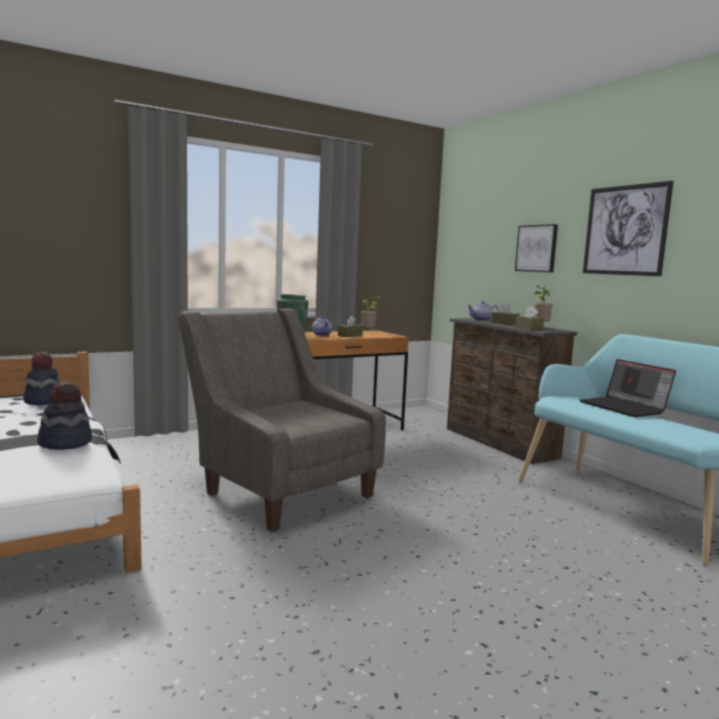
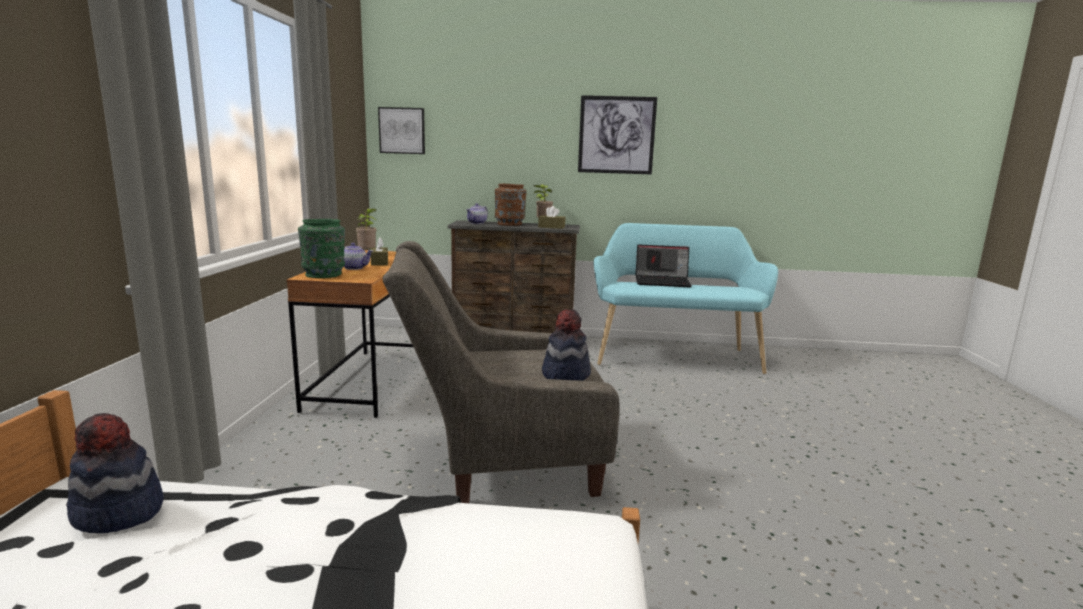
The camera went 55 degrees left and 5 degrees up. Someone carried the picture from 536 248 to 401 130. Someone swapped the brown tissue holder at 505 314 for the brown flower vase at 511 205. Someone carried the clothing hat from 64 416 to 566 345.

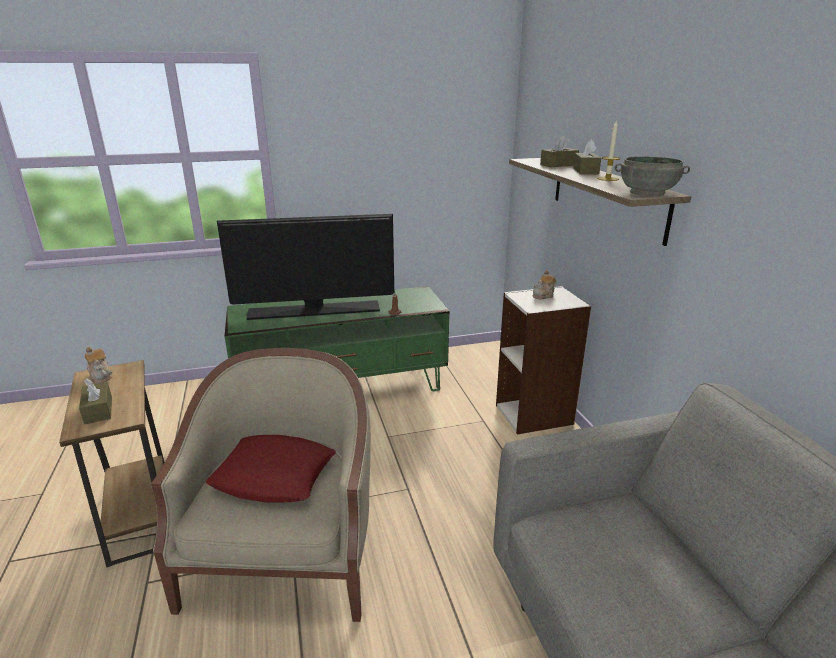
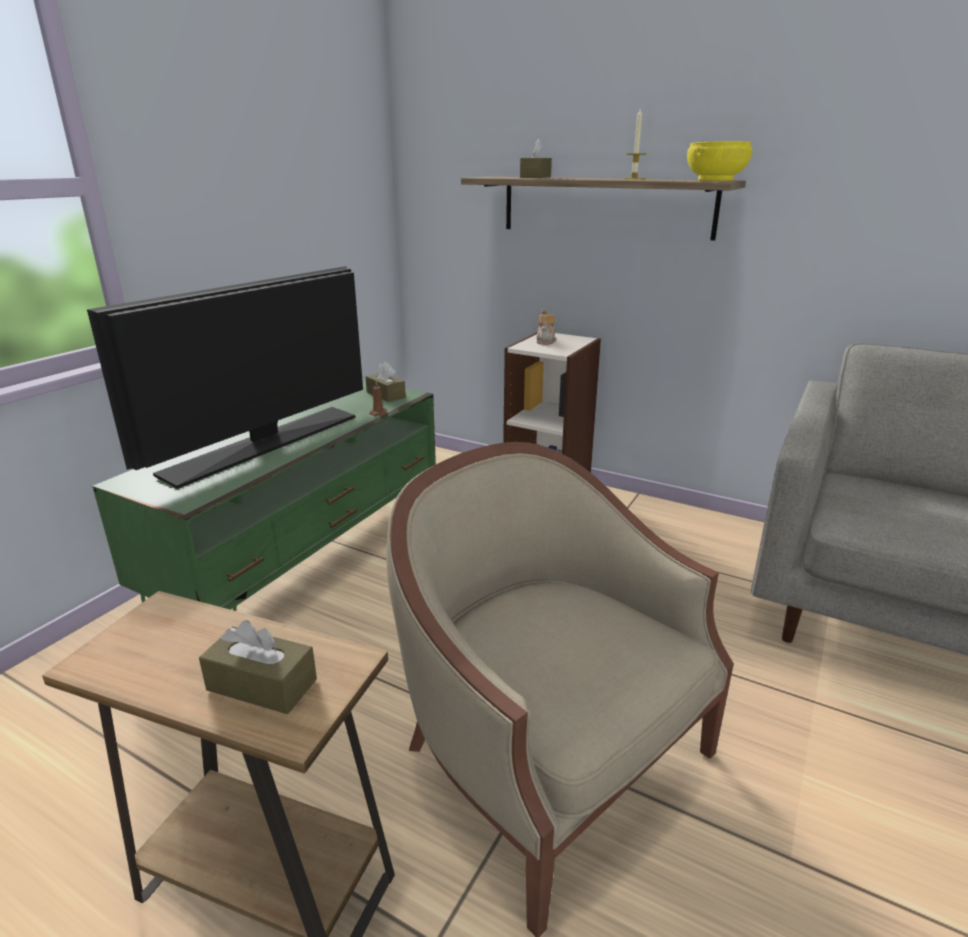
The camera went 45 degrees left and 0 degrees up. Someone carried the brown tissue holder from 587 157 to 386 382. Someone repainted the greyish bowl at 652 176, which became the yellowish bowl at 720 161. Someone took away the teapot at 99 365. Someone took away the red-coloured cushion at 271 469.

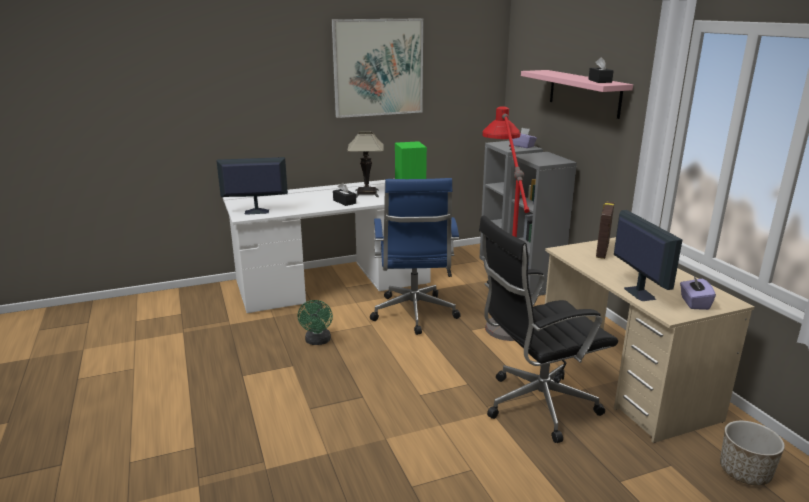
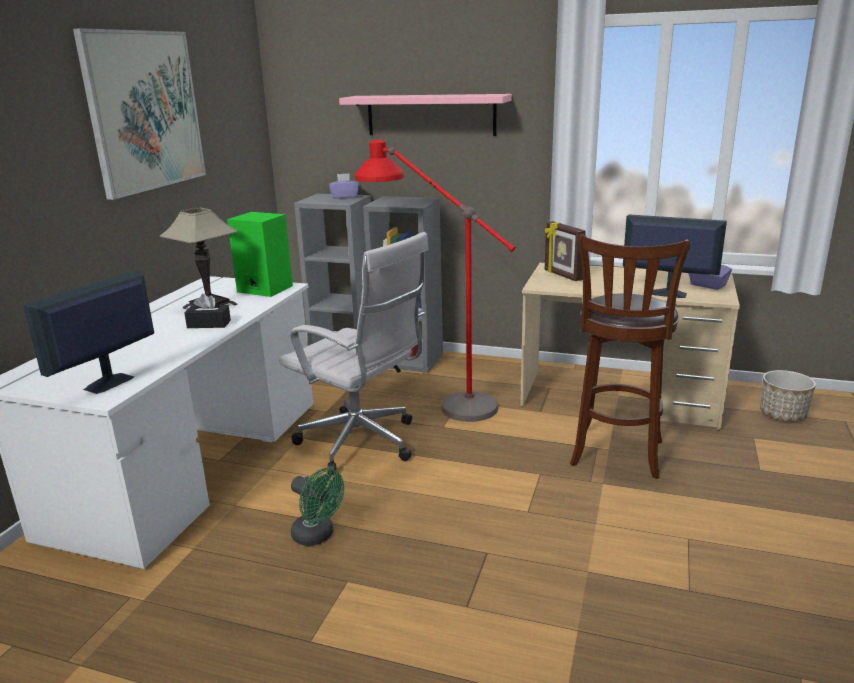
The camera went 50 degrees left and 0 degrees up. Someone took away the blackish tissue holder at 601 70. Someone repainted the bluish computer chair at 415 256, which became the white-coloured computer chair at 354 353. Someone swapped the blackish computer chair at 548 329 for the brown stool seat at 630 356.

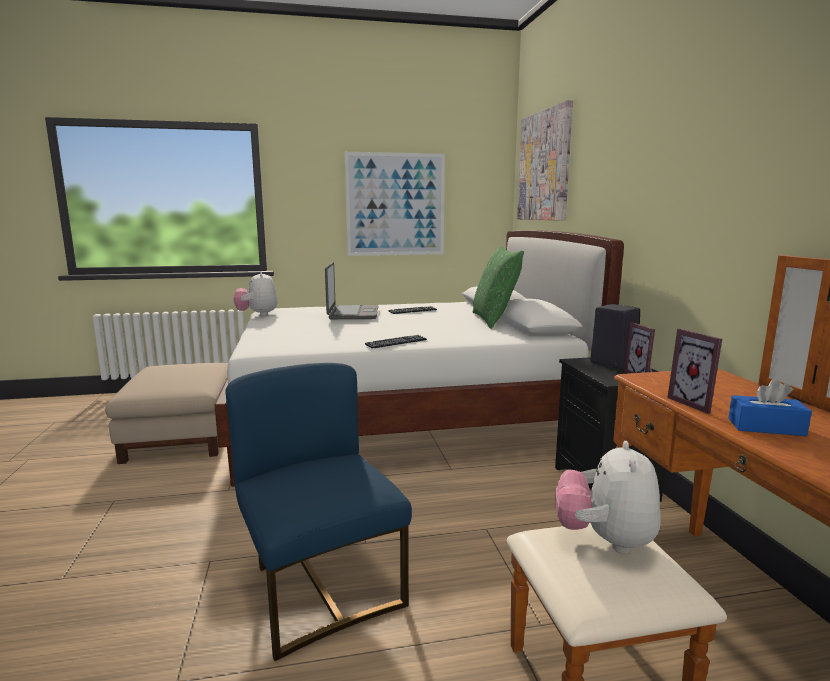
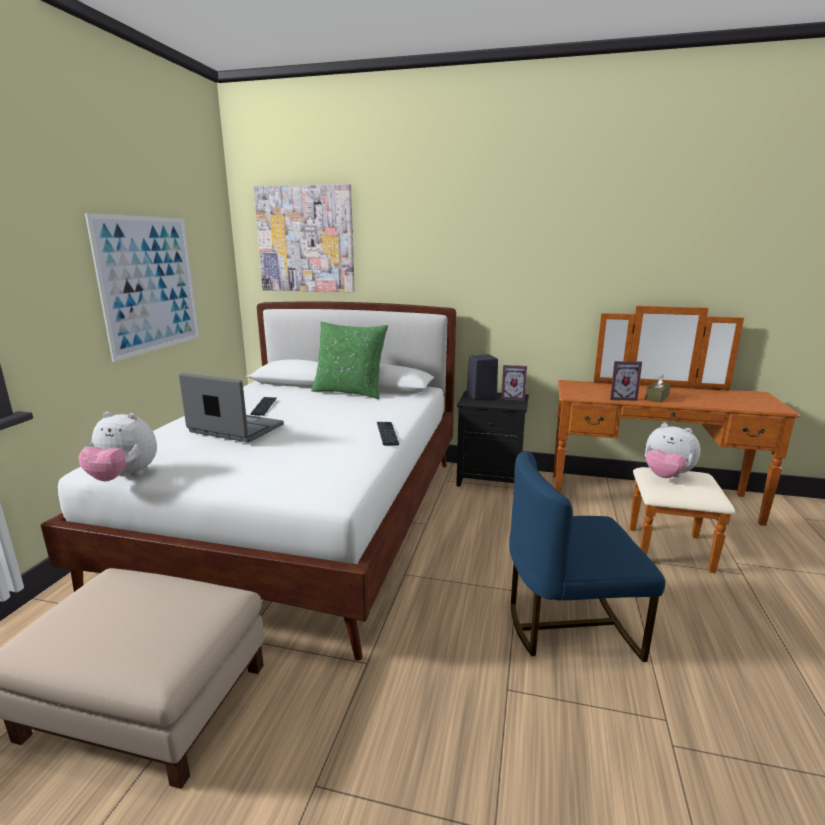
The camera went 65 degrees left and 5 degrees up. Someone repainted the bluish tissue holder at 770 407, which became the brown tissue holder at 658 389.

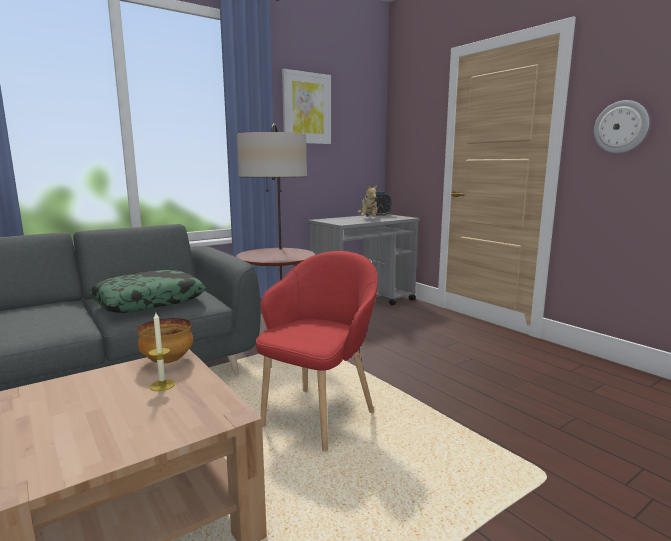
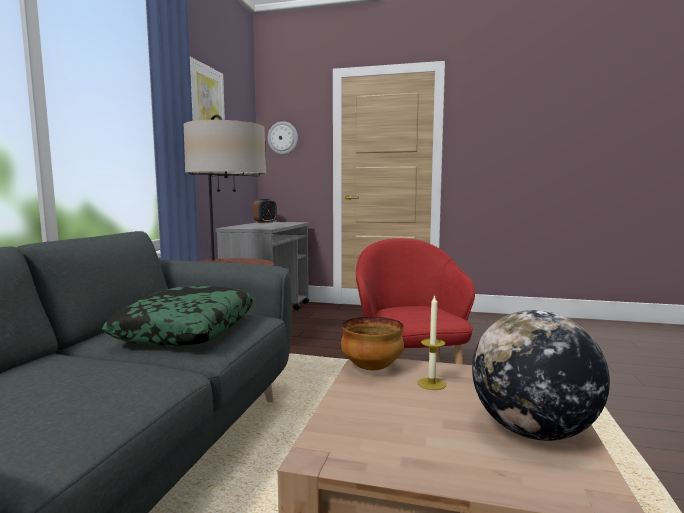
The camera went 40 degrees left and 5 degrees down. Someone carried the clock on the wall from 621 126 to 283 138. Someone took away the soft toy at 368 201. Someone put down the desk globe at 541 375.

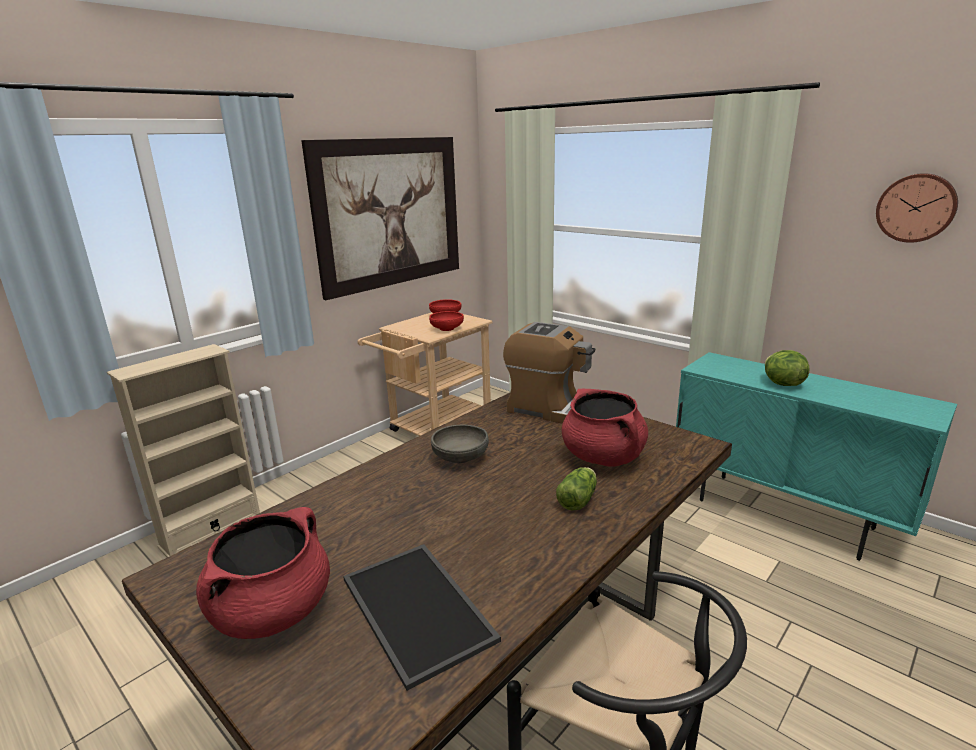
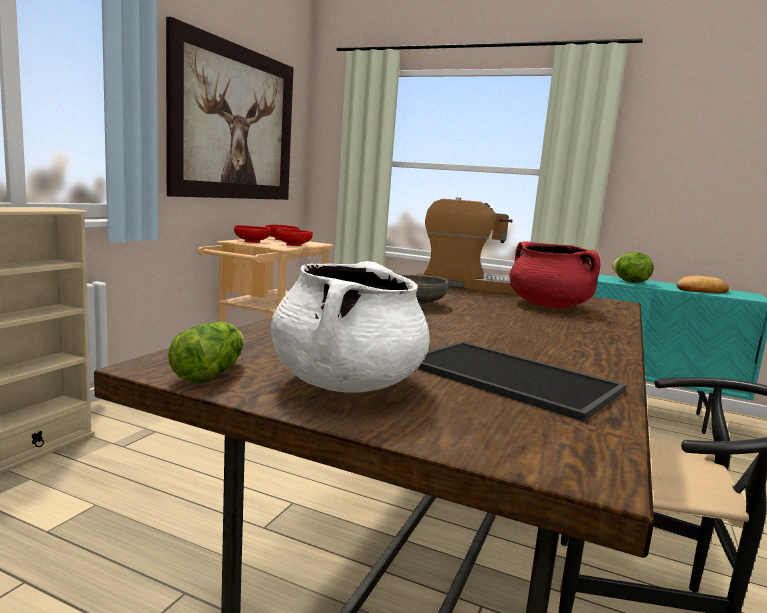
The camera went 20 degrees left and 10 degrees down. Someone took away the clock on the wall at 917 208. Someone carried the lettuce head from 576 489 to 206 352. Someone repainted the red-coloured stockpot at 263 573, which became the white-coloured stockpot at 350 326. Someone put down the red-coloured bowl at 252 234. Someone put down the bread at 702 284.

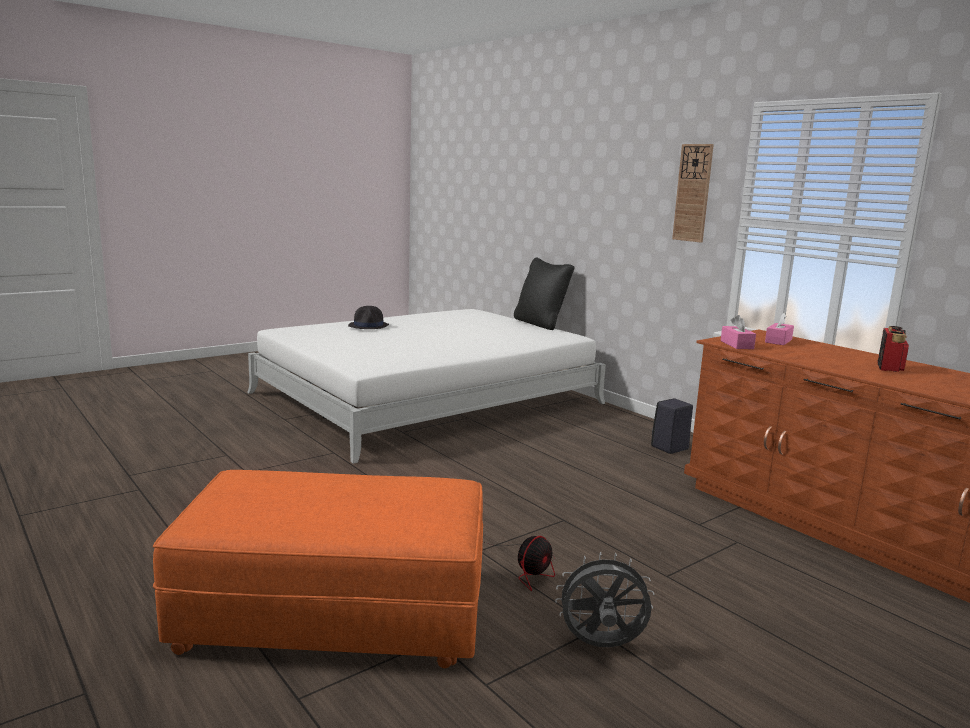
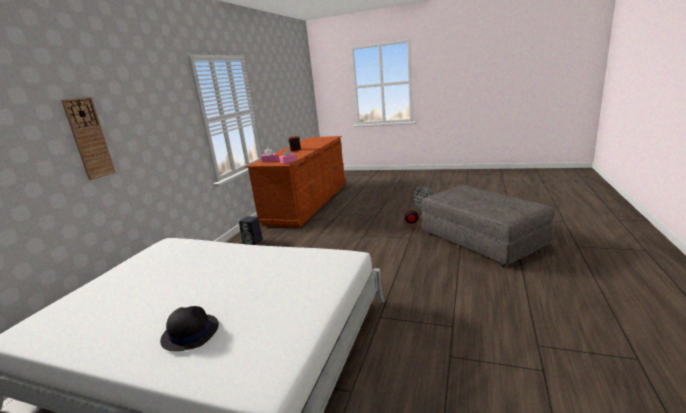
The camera went 120 degrees left and 5 degrees up. Someone carried the clock on the wall from 693 193 to 88 138. Someone took away the blackish cushion at 544 293. Someone repainted the orange-coloured pouffe at 318 569, which became the greyish pouffe at 488 226.

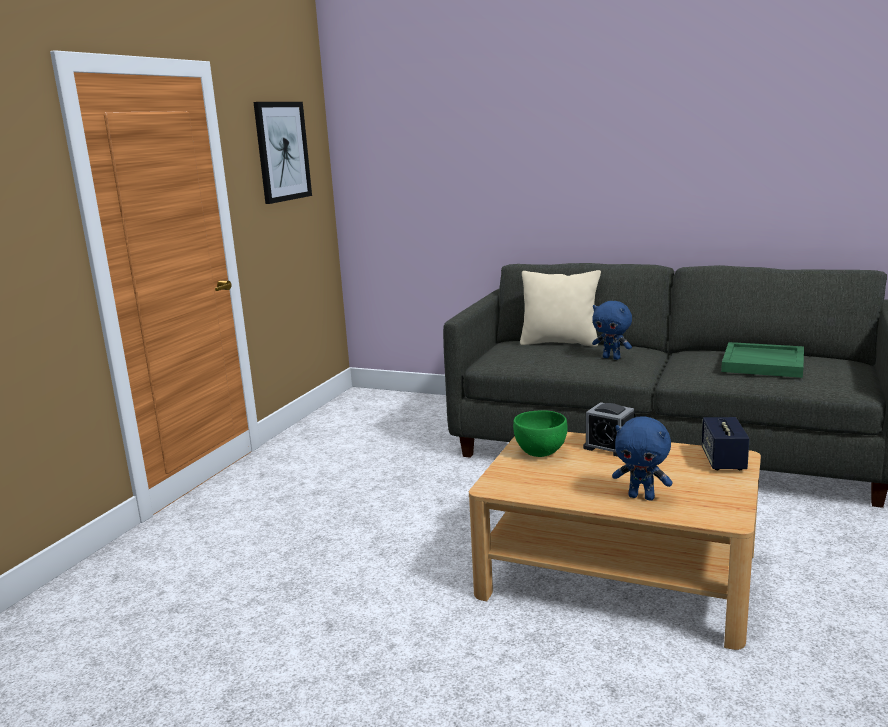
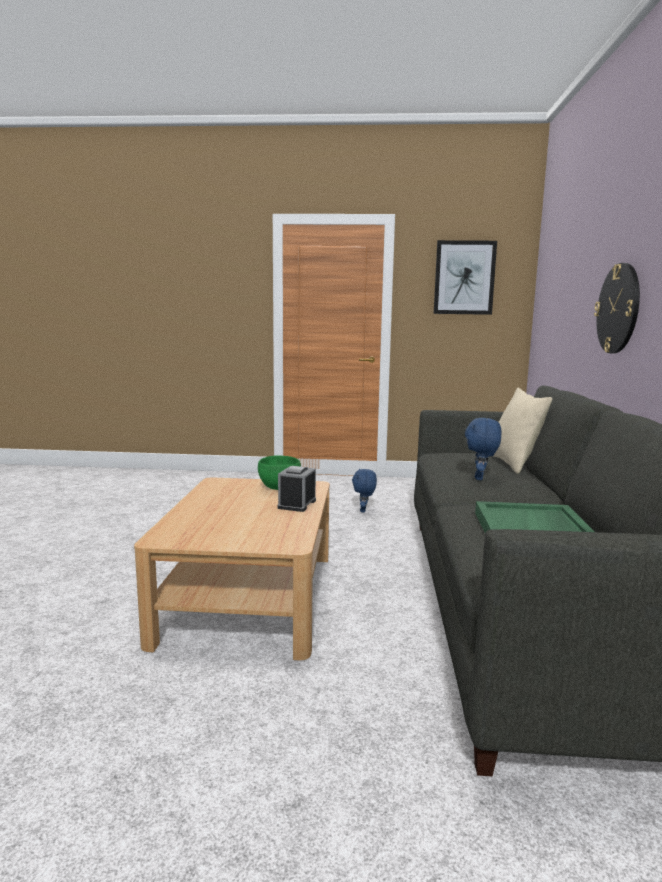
The camera went 70 degrees right and 5 degrees down. Someone carried the bluish soft toy from 642 459 to 364 490. Someone took away the audio speaker at 726 443. Someone put up the clock on the wall at 617 308.

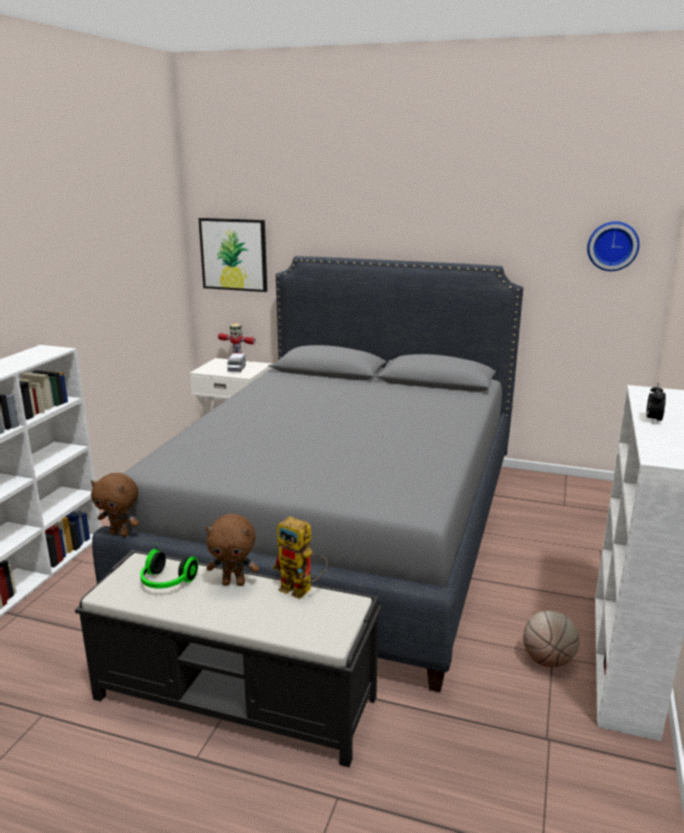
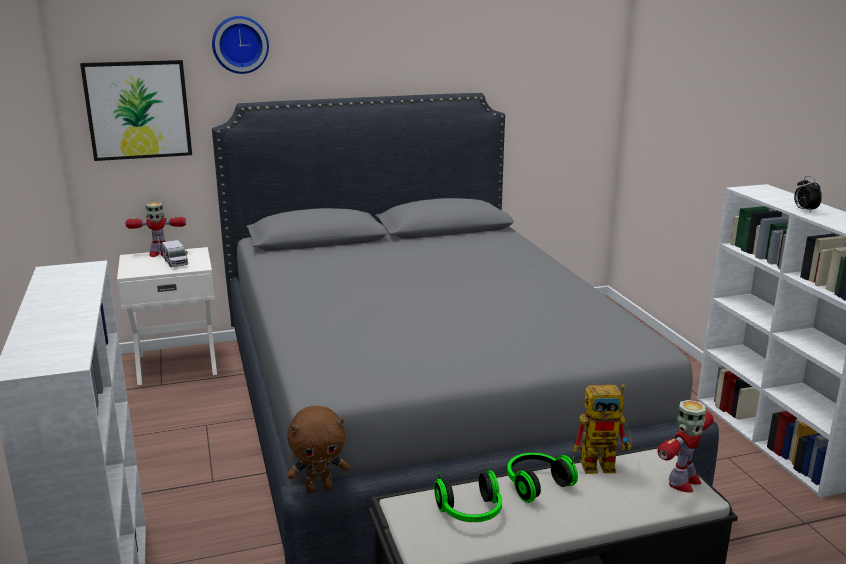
The camera went 35 degrees left and 0 degrees up. Someone carried the clock on the wall from 613 246 to 240 45. Someone swapped the brown soft toy at 232 550 for the pair of headphones at 542 478. Someone took away the basketball ball at 551 639. Someone put down the robot figure at 685 446.

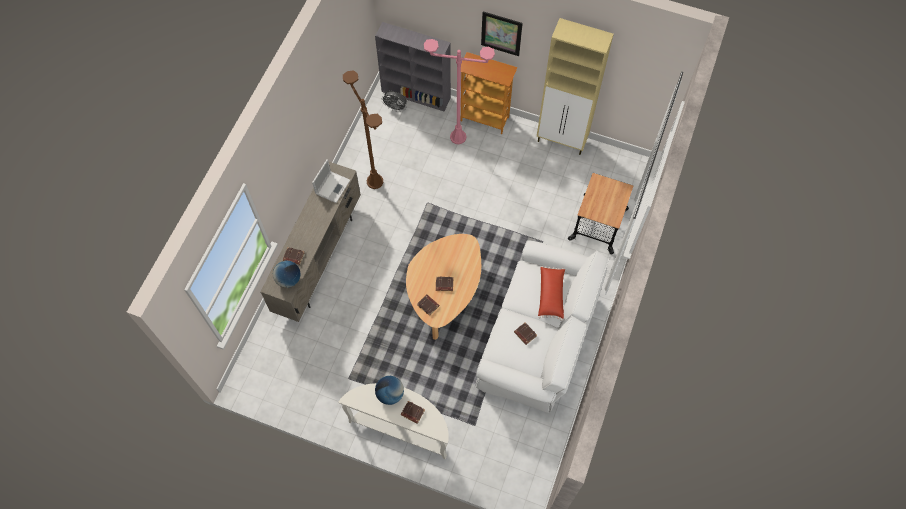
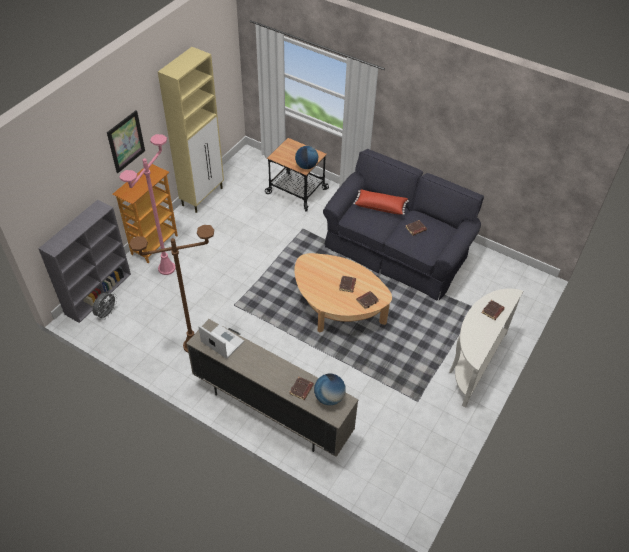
The camera went 80 degrees left and 15 degrees down. Someone repainted the white-coloured couch at 542 326, which became the blackish couch at 403 225. Someone carried the desk globe from 389 390 to 306 157.

